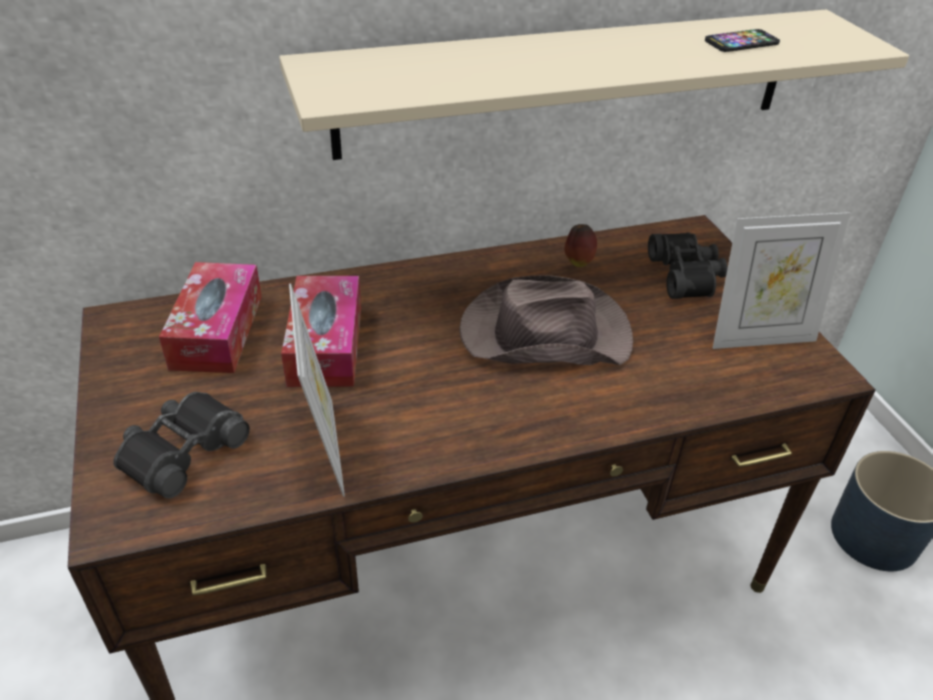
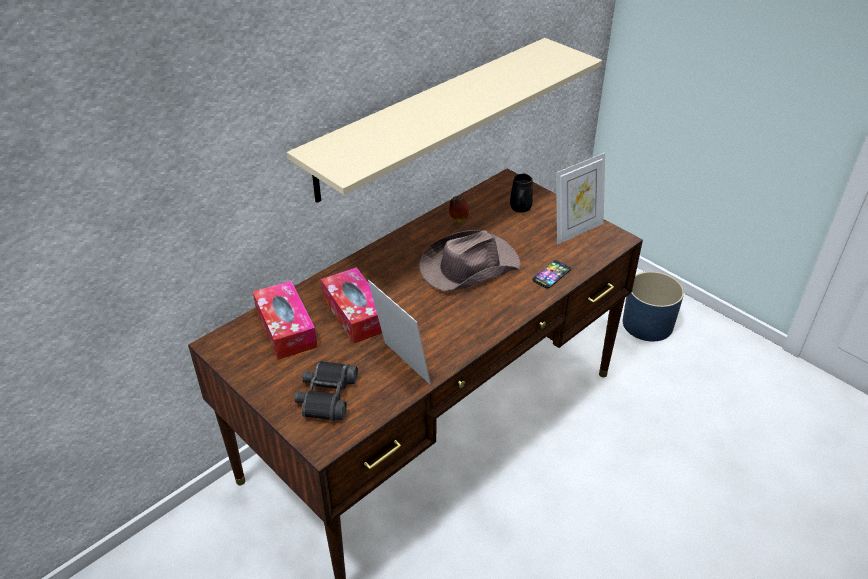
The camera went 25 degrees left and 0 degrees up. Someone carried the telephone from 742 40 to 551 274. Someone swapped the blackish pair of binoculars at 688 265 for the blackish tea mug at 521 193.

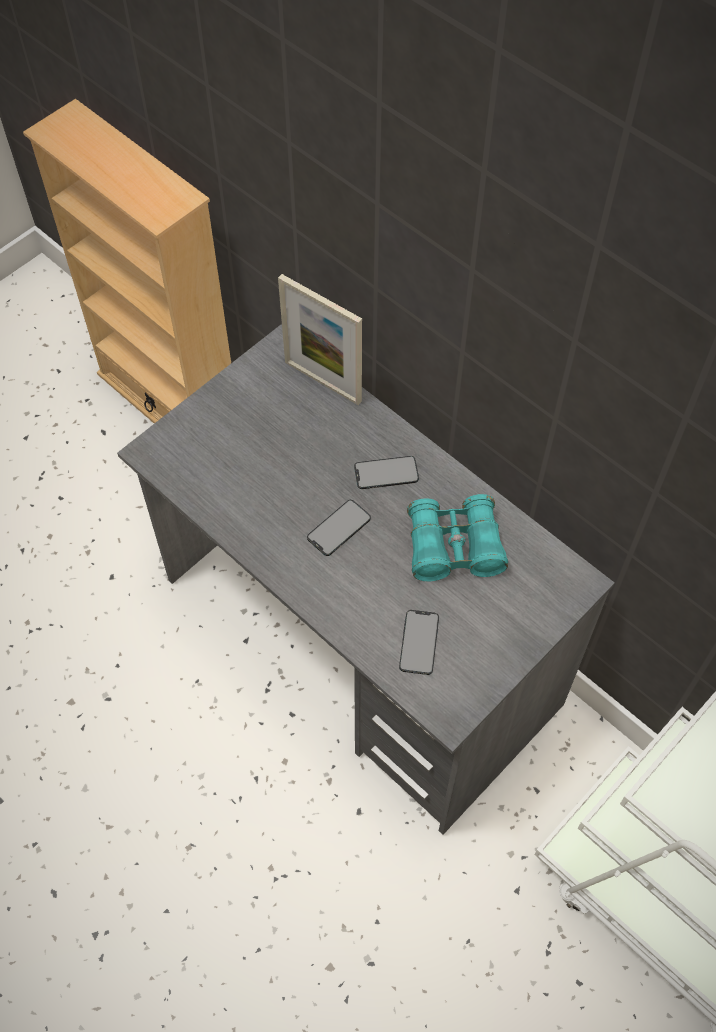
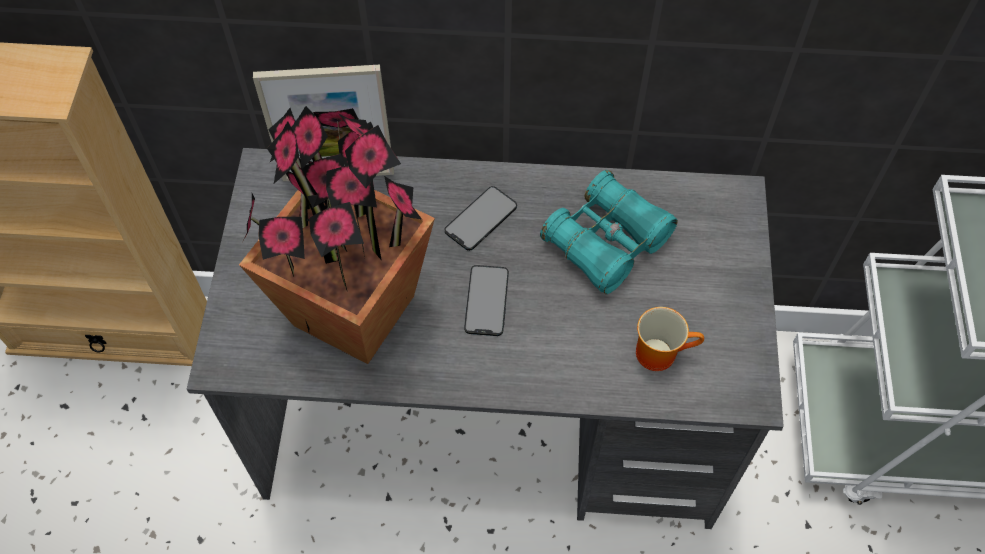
The camera went 40 degrees left and 0 degrees up. Someone swapped the telephone at 419 642 for the tea mug at 670 339. Someone put down the potted plant at 337 235.

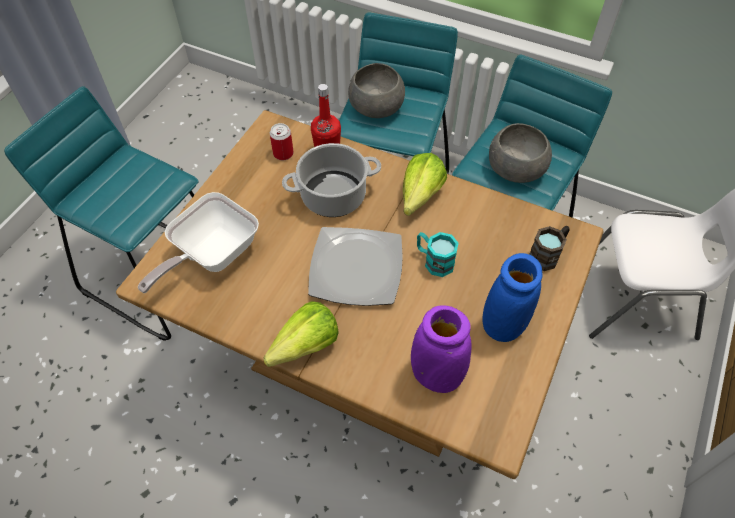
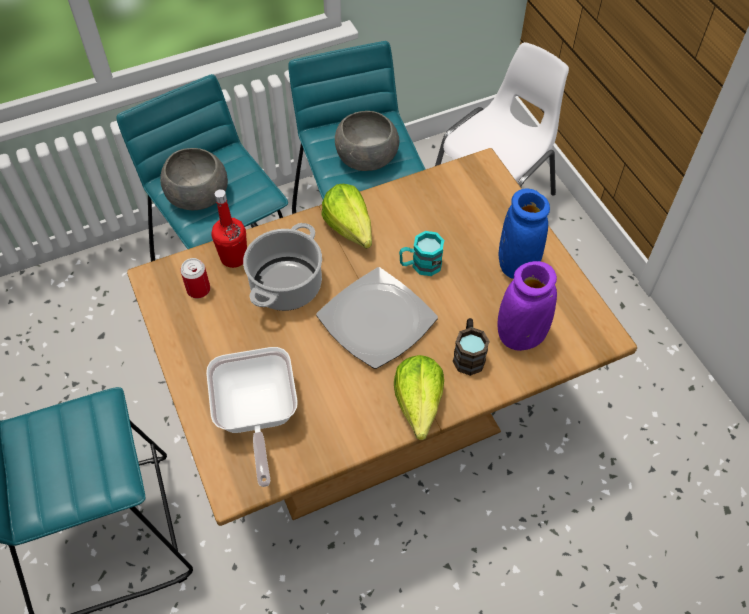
The camera went 50 degrees left and 0 degrees up. Someone carried the brown tea mug from 549 248 to 471 347.

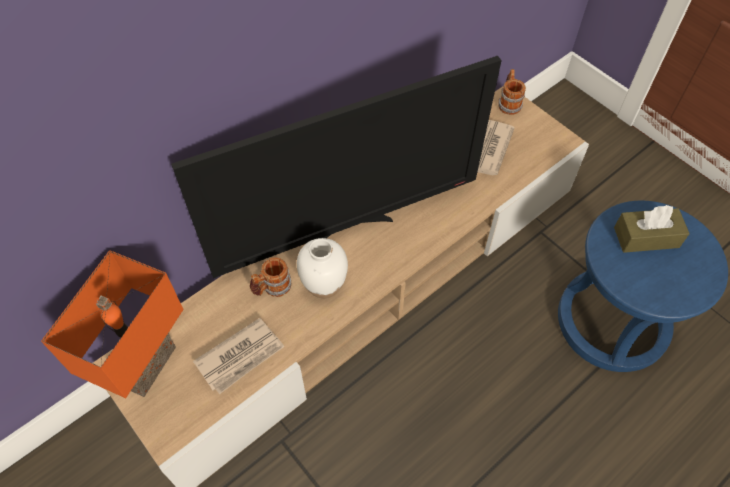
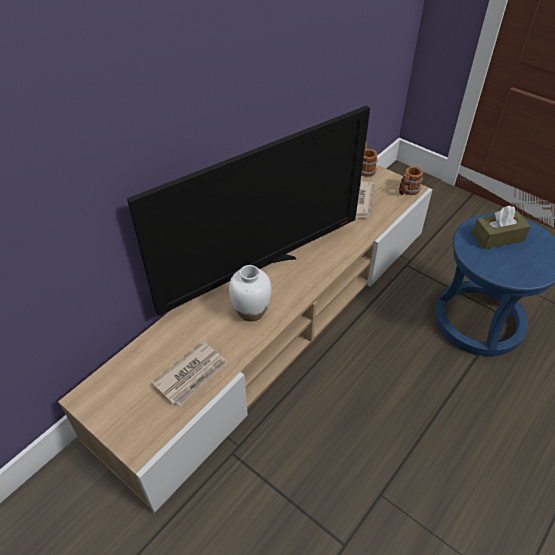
The camera went 10 degrees left and 10 degrees down. Someone took away the orange-coloured lamp for a table at 112 324. Someone carried the tea mug from 270 277 to 411 180.

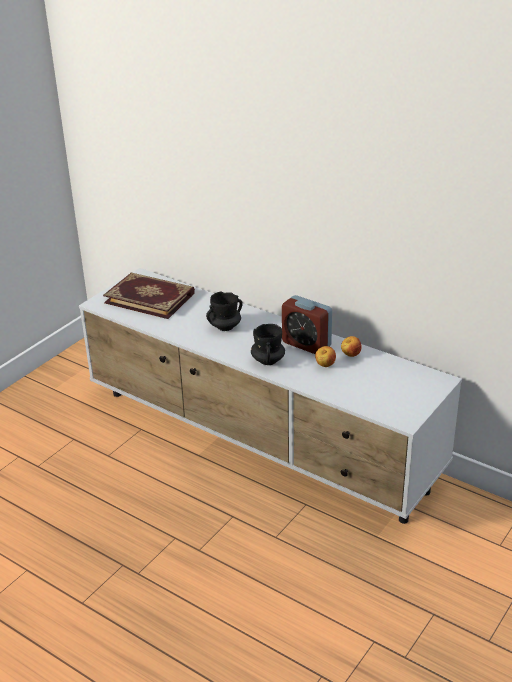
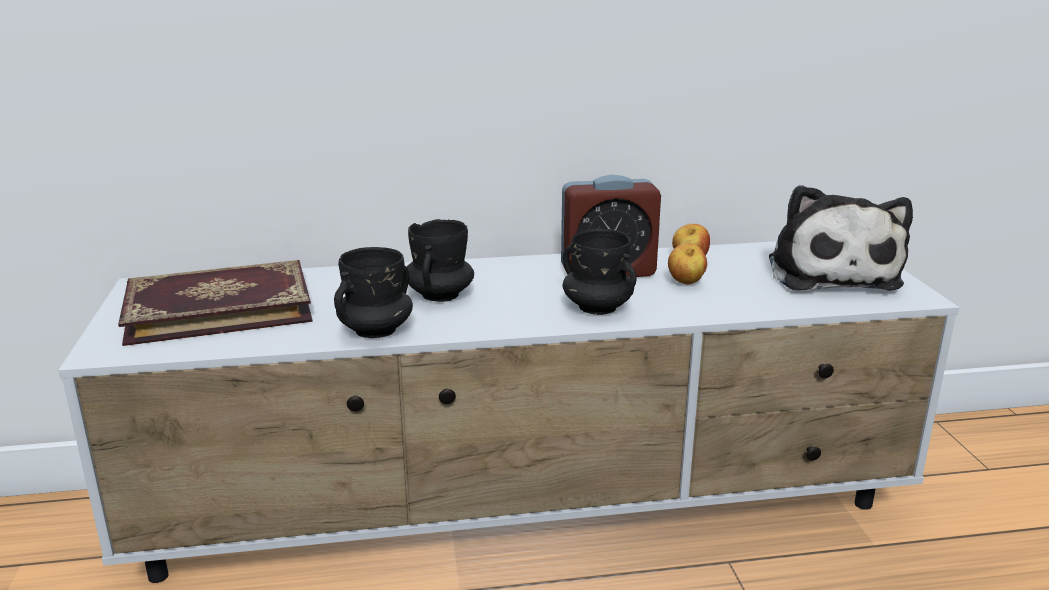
The camera went 45 degrees left and 10 degrees down. Someone put down the soft toy at 841 238. Someone put down the blackish tea mug at 373 292.

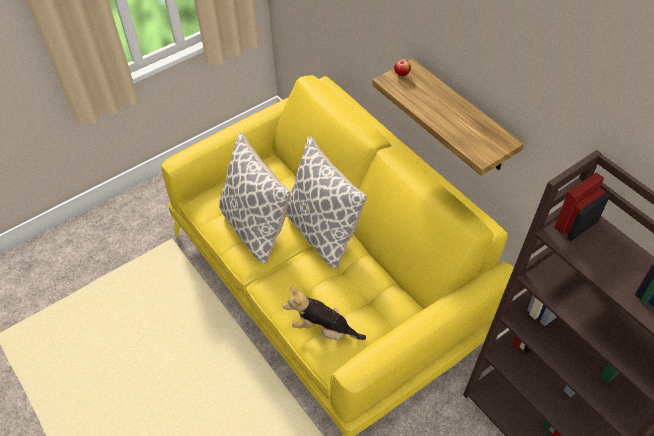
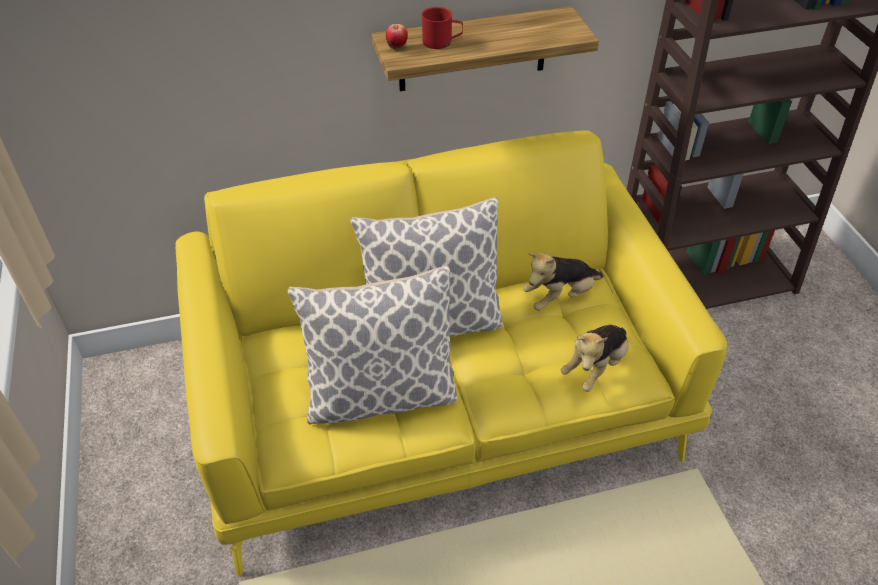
The camera went 70 degrees left and 5 degrees down. Someone put down the red-coloured tea mug at 442 28. Someone put down the soft toy at 563 282.

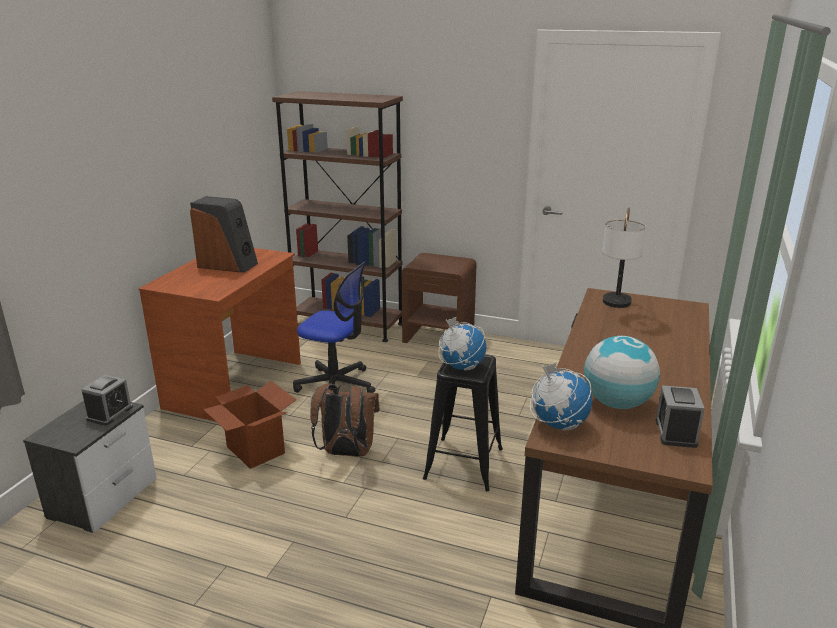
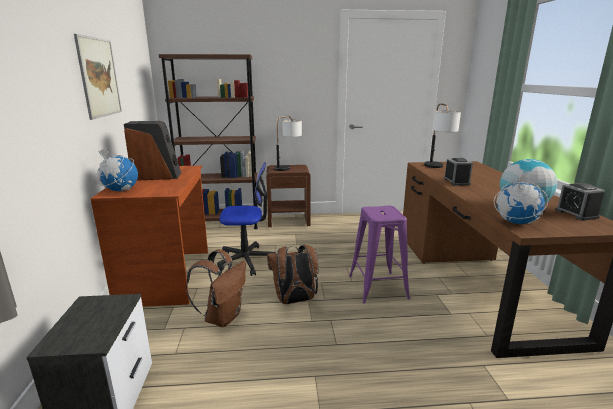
The camera went 25 degrees left and 5 degrees down. Someone carried the desk globe from 462 344 to 117 169. Someone repainted the blackish stool seat at 463 423, which became the purple-coloured stool seat at 379 254. Someone carried the table clock from 107 400 to 458 172. Someone swapped the packing box at 249 425 for the brown rucksack at 216 288. Someone put up the picture at 98 77. Someone put down the lamp for a table at 288 143.

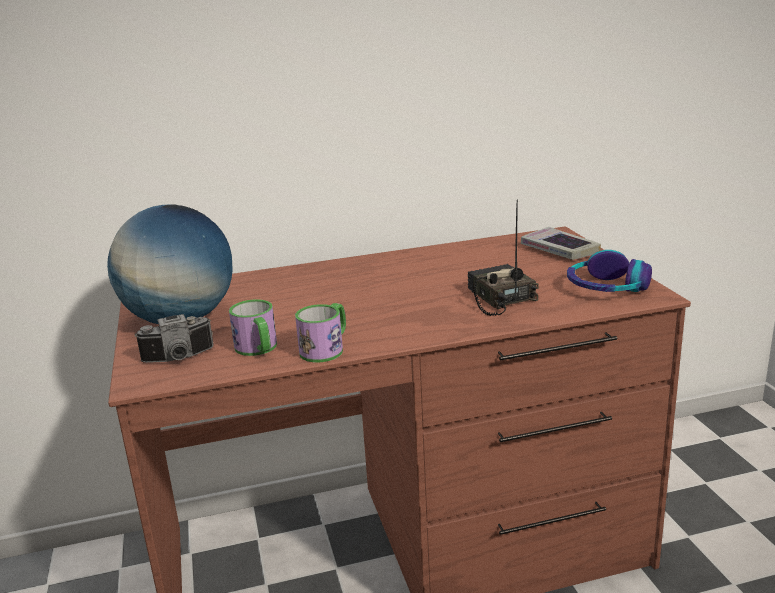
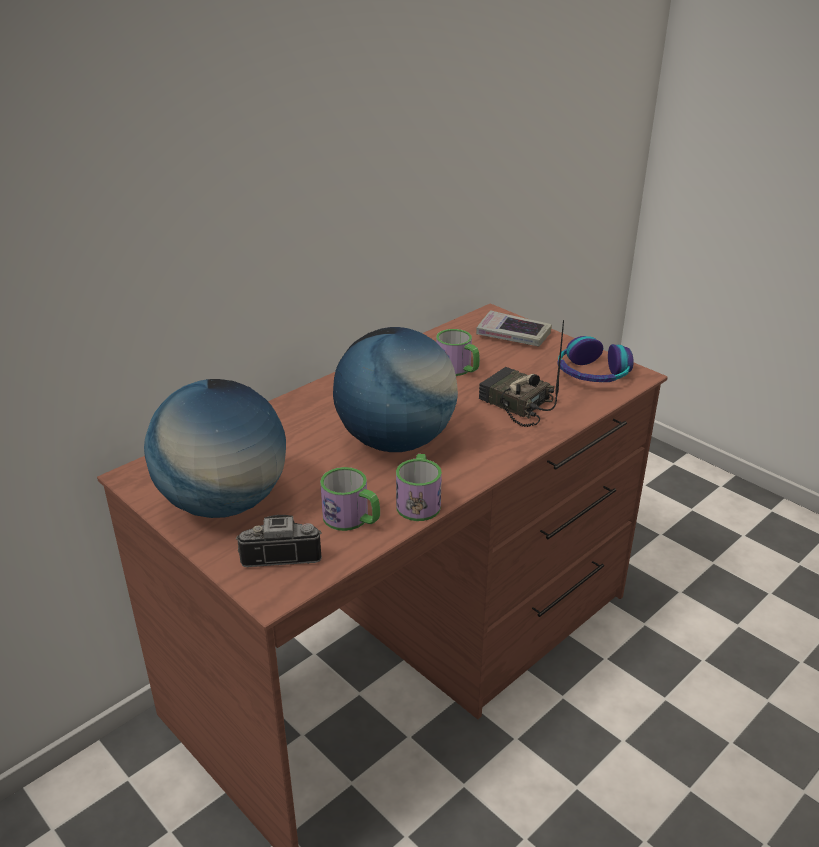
The camera went 30 degrees left and 10 degrees up. Someone rotated the photo camera at 174 338 by 135 degrees counterclockwise. Someone put down the desk globe at 395 389. Someone put down the tea mug at 458 352.

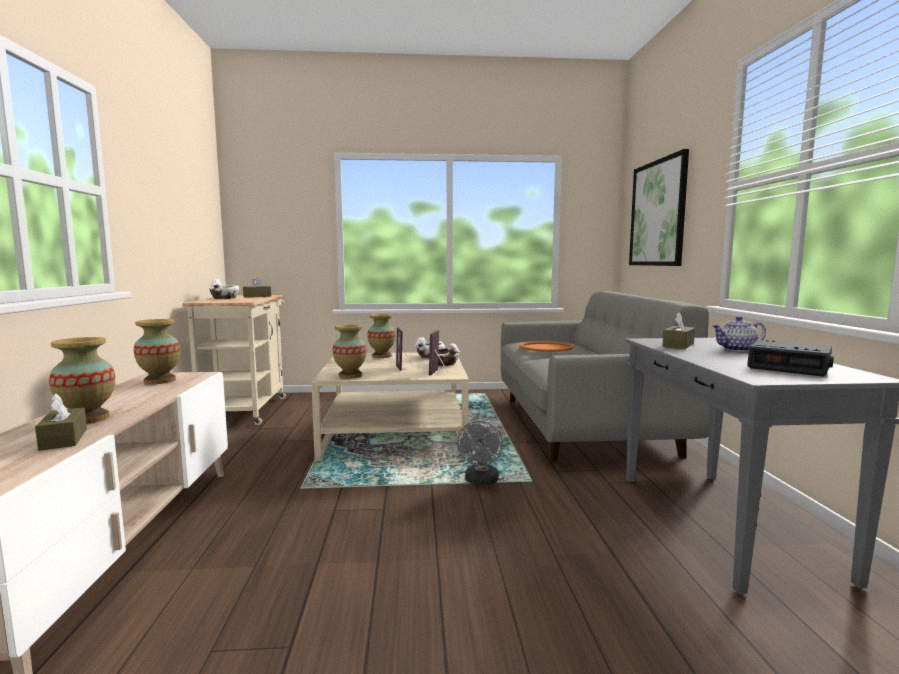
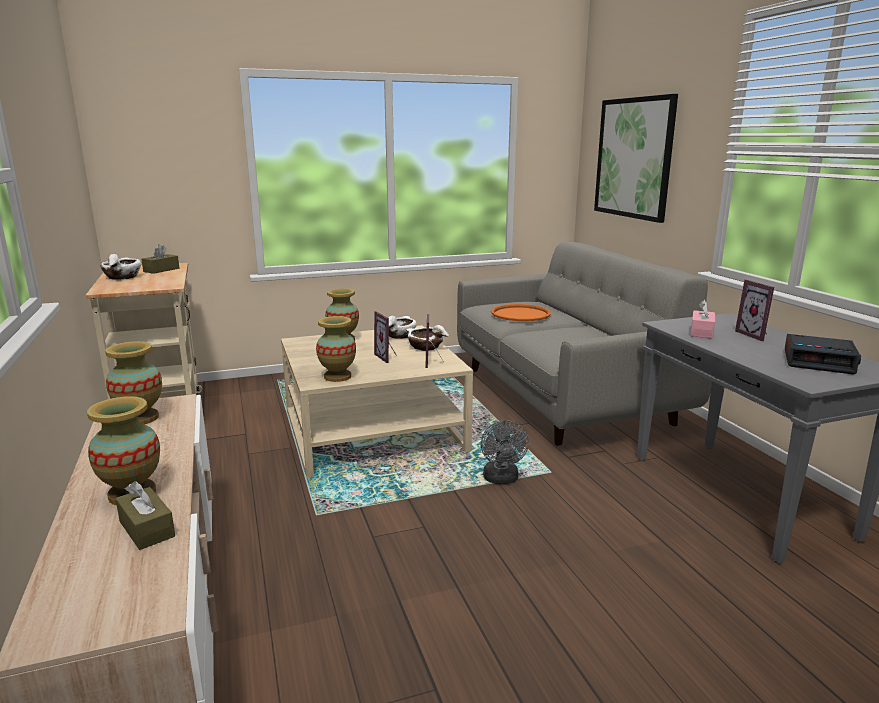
The camera went 15 degrees left and 10 degrees up. Someone repainted the brown tissue holder at 678 330, which became the pink tissue holder at 702 319. Someone swapped the teapot at 739 333 for the photo frame at 754 310.

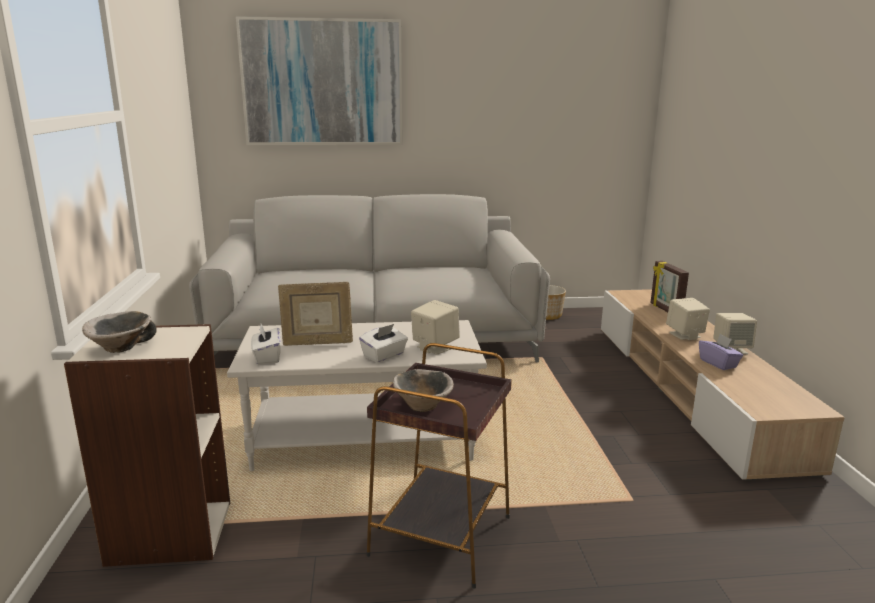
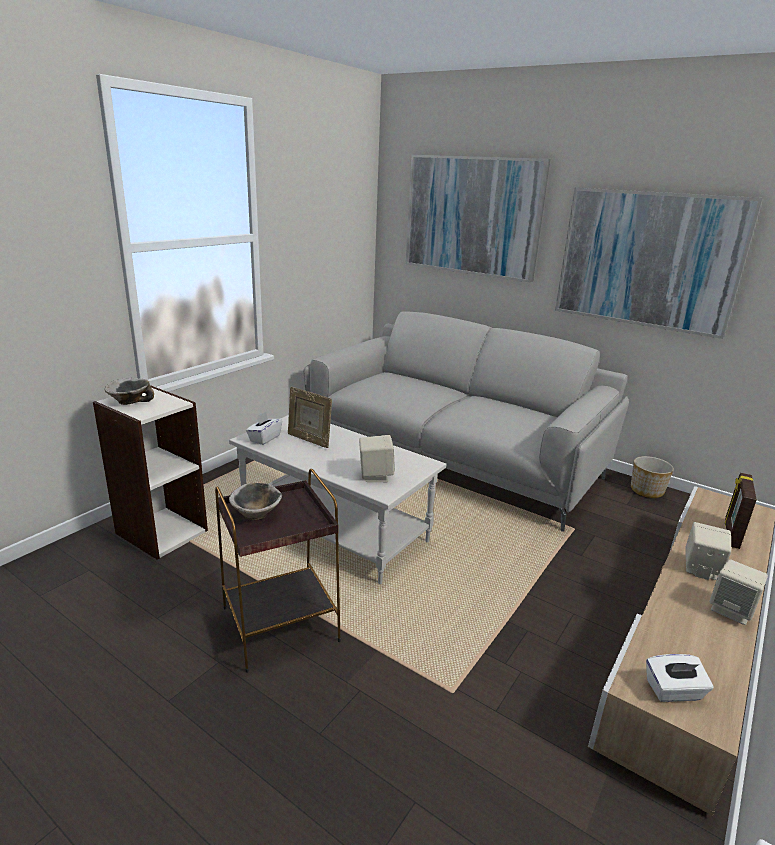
The camera went 40 degrees right and 5 degrees up. Someone carried the white-coloured tissue holder from 383 343 to 680 678. Someone took away the purple-coloured tissue holder at 721 352. Someone put up the picture at 659 263.

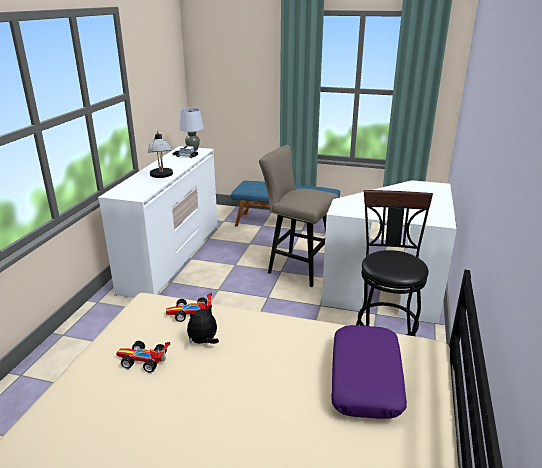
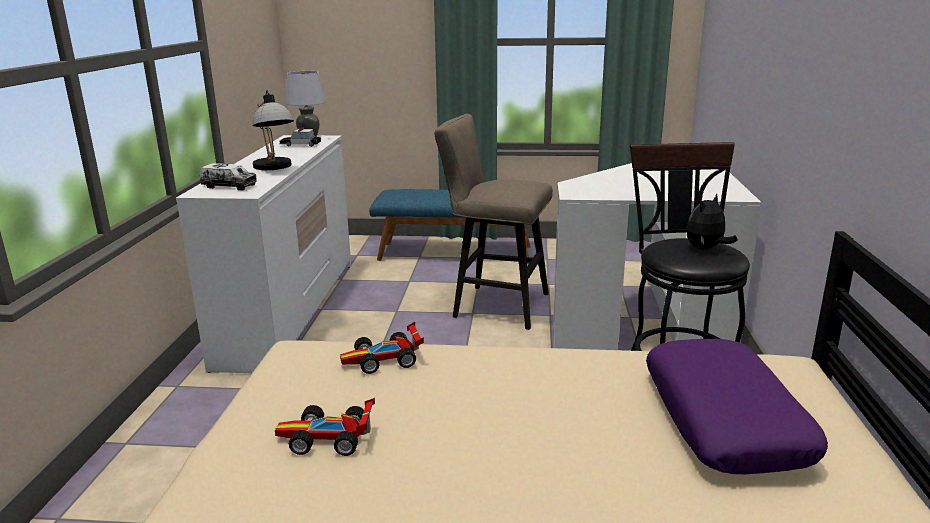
The camera went 10 degrees left and 5 degrees down. Someone carried the soft toy from 203 325 to 711 222. Someone put down the model truck at 228 176.

